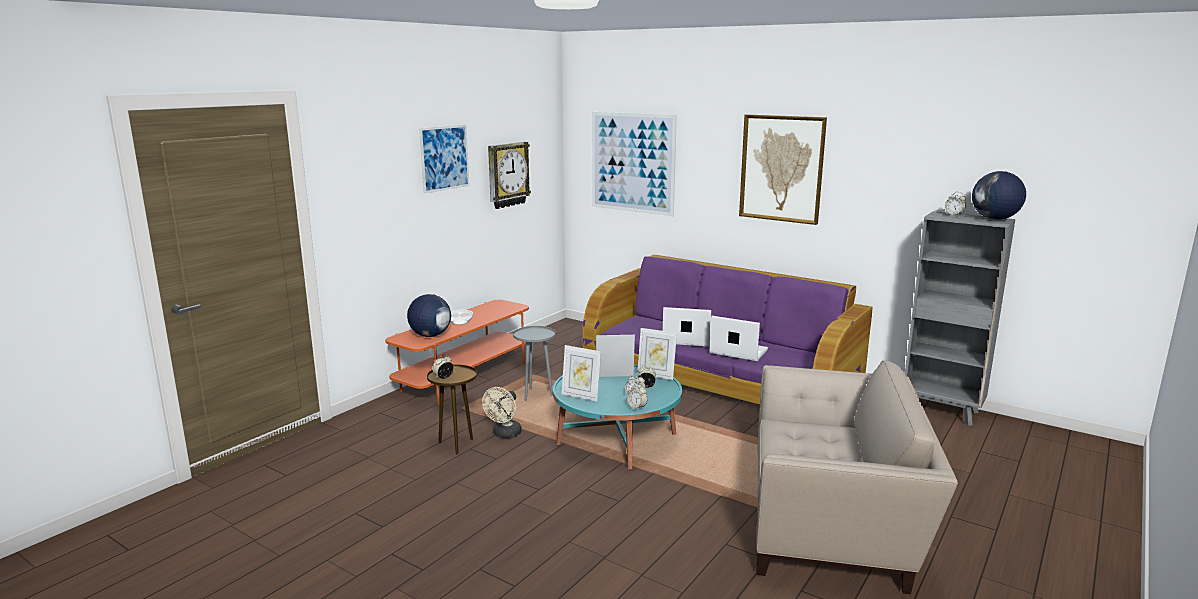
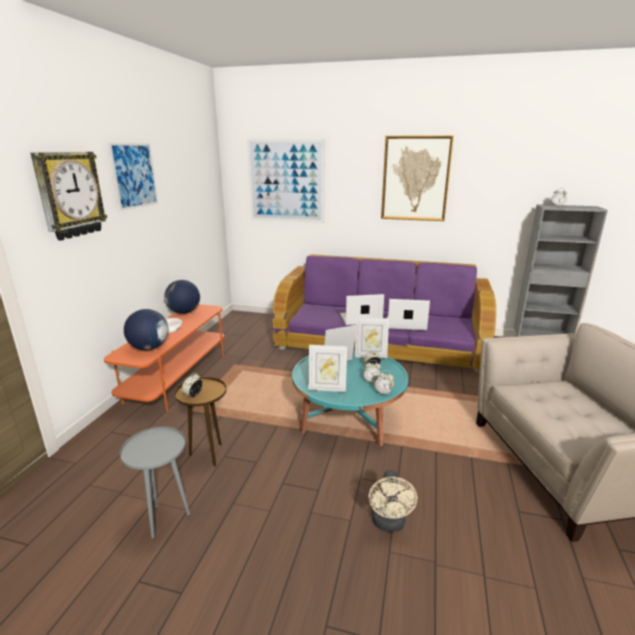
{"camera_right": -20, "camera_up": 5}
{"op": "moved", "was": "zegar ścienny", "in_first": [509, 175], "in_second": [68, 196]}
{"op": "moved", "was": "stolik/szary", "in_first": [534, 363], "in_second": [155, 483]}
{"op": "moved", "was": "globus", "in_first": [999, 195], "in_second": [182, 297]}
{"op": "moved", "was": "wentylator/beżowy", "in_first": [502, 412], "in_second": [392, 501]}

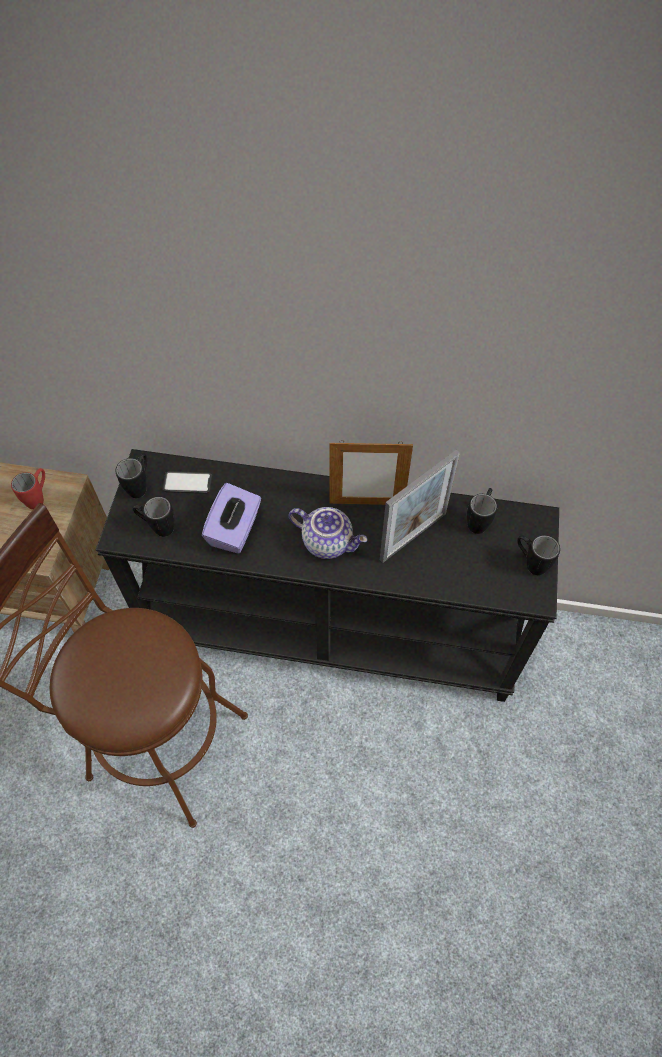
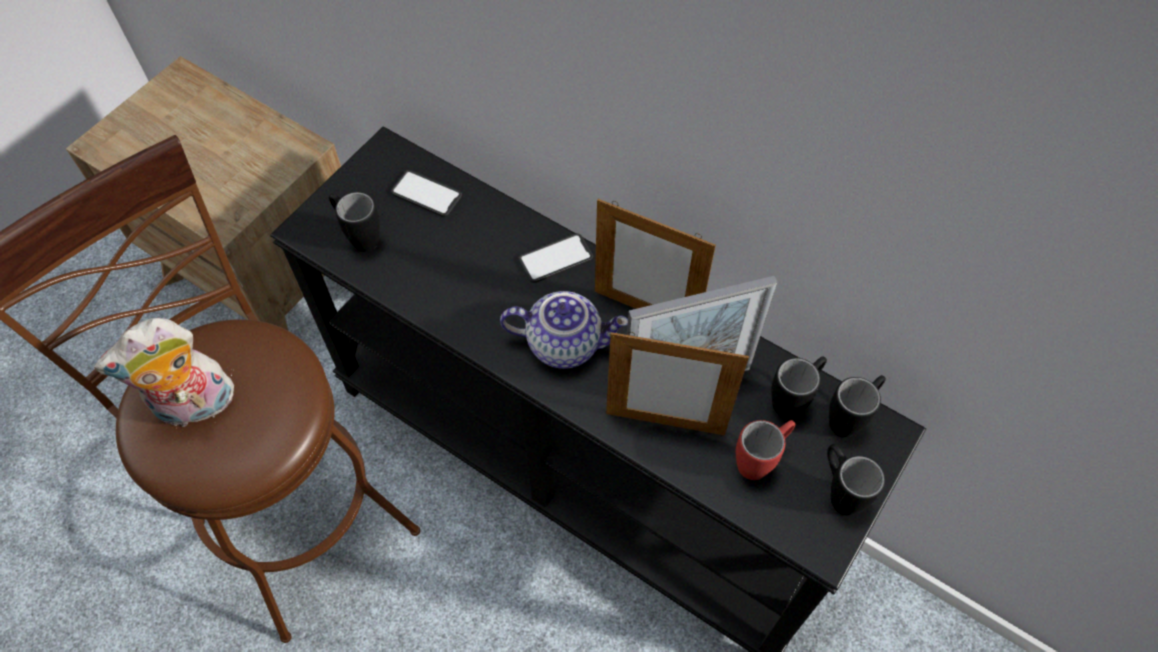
{"camera_right": 25, "camera_up": 0}
{"op": "added", "now": "pluszak", "in_second": [164, 372]}
{"op": "turned", "was": "imbryk", "in_first": [328, 533], "in_second": [564, 330], "clockwise": -45}
{"op": "added", "now": "telefon", "in_second": [555, 258]}
{"op": "added", "now": "ramka na zdjęcie", "in_second": [677, 383]}
{"op": "moved", "was": "kubek/czerwony", "in_first": [28, 488], "in_second": [765, 450]}
{"op": "moved", "was": "kubek/czarny", "in_first": [131, 475], "in_second": [857, 406]}
{"op": "removed", "was": "pudełko chusteczek/fioletowy", "in_first": [231, 518]}

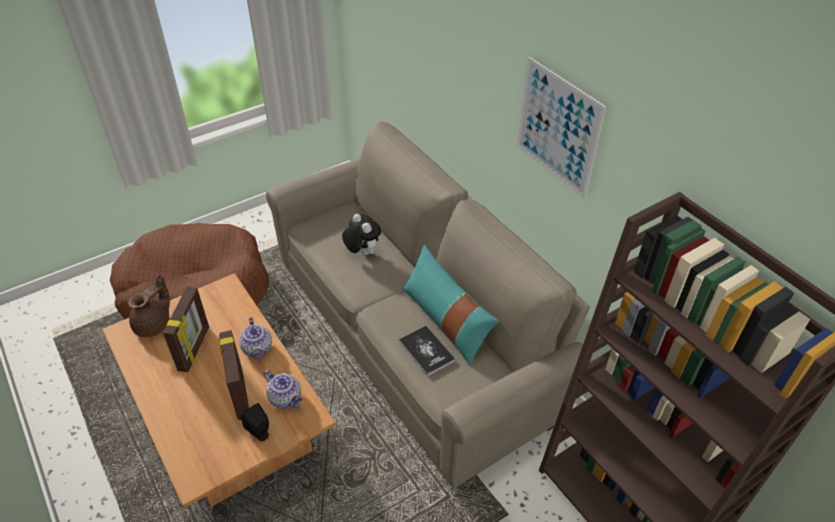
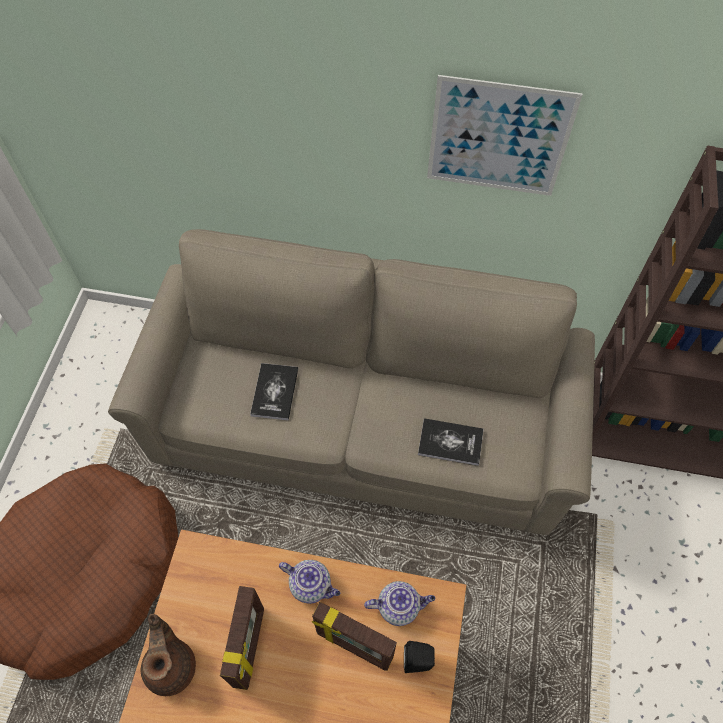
{"camera_right": -45, "camera_up": 15}
{"op": "turned", "was": "ramka na zdjęcie", "in_first": [186, 329], "in_second": [242, 638], "clockwise": 45}
{"op": "replaced", "was": "pluszak", "now": "książka", "in_first": [361, 234], "in_second": [274, 391]}
{"op": "removed", "was": "poduszka/turkusowy", "in_first": [450, 305]}

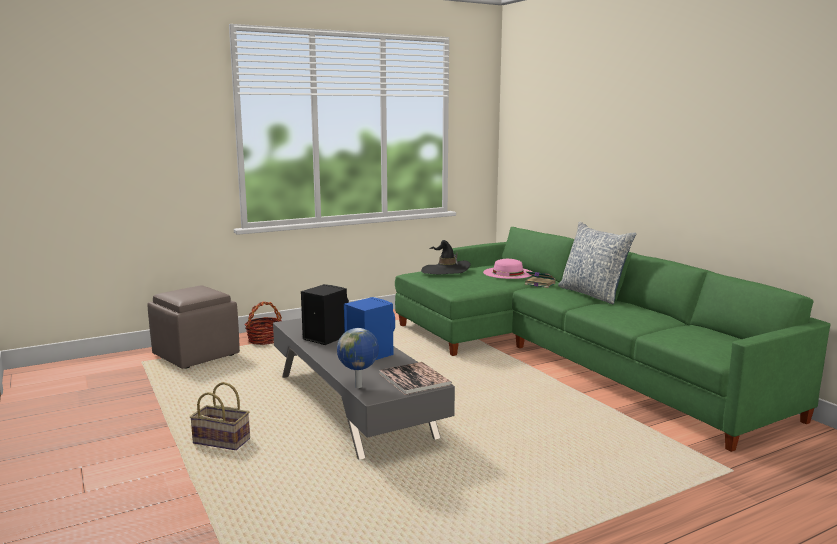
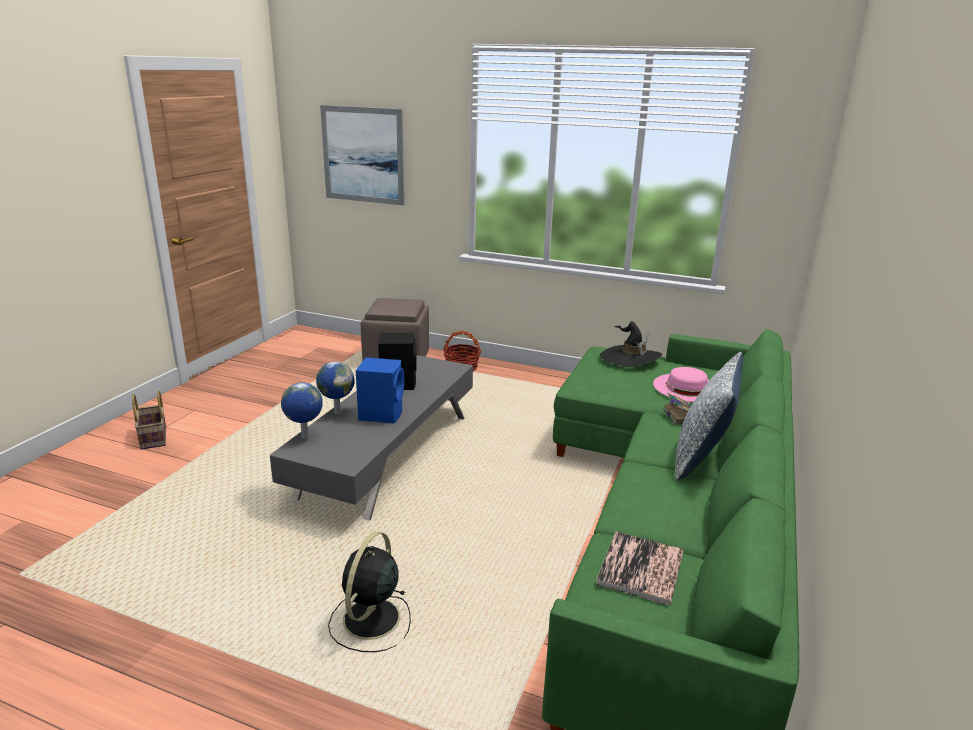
{"camera_right": 50, "camera_up": 10}
{"op": "moved", "was": "koszyk", "in_first": [220, 416], "in_second": [149, 420]}
{"op": "added", "now": "globus", "in_second": [335, 388]}
{"op": "added", "now": "obraz", "in_second": [362, 155]}
{"op": "added", "now": "wentylator/czarny", "in_second": [369, 592]}
{"op": "moved", "was": "książka", "in_first": [415, 378], "in_second": [639, 568]}

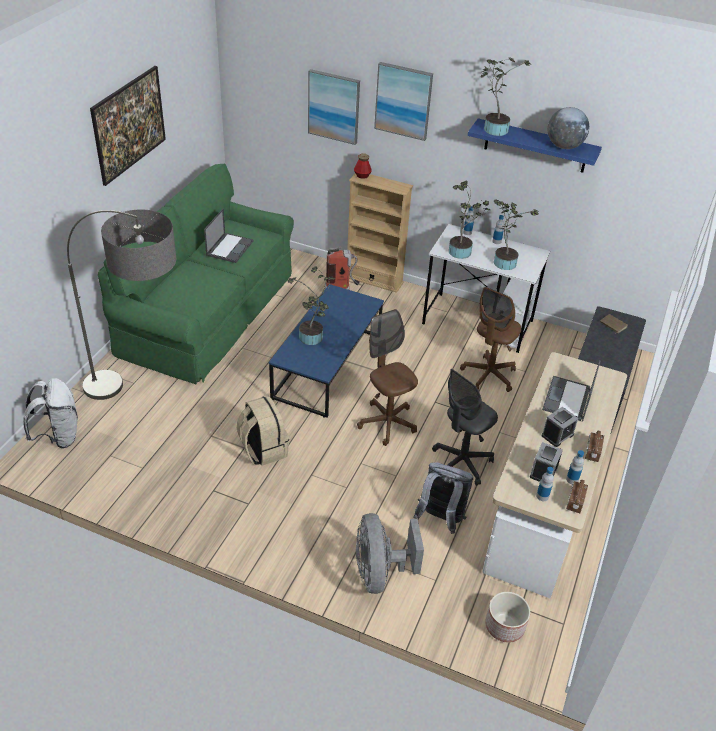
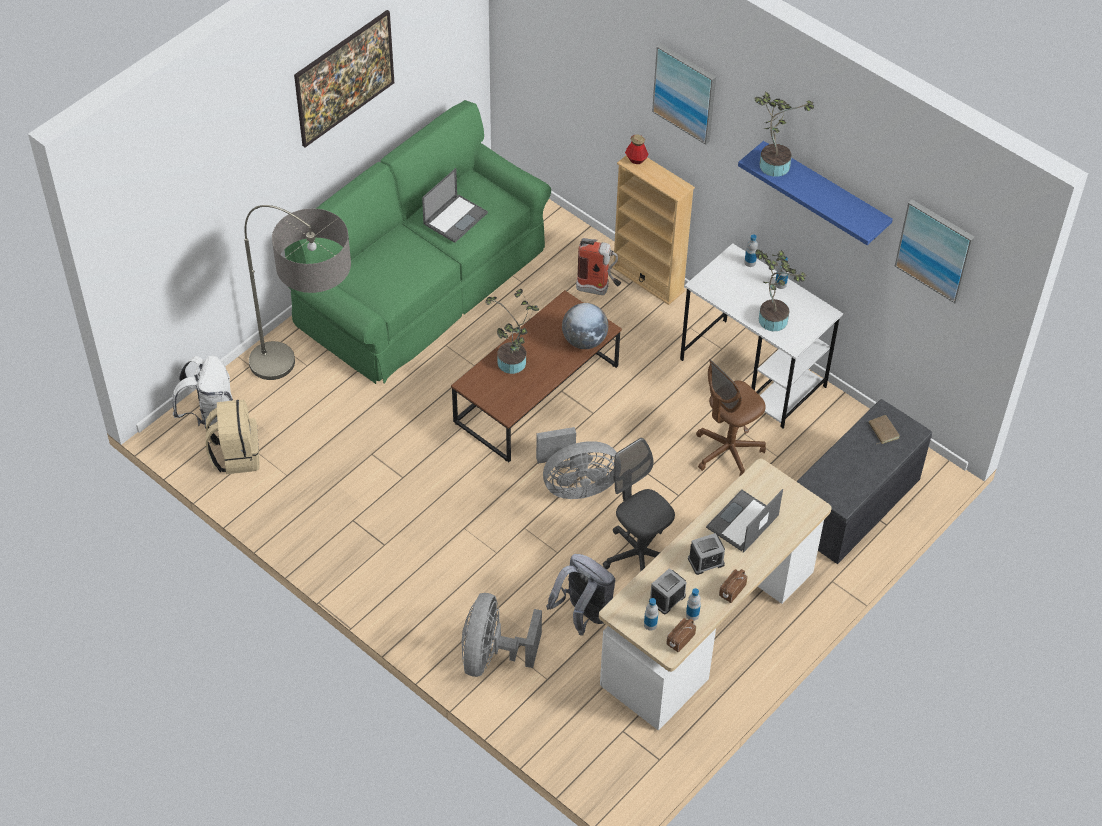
{"camera_right": 20, "camera_up": 10}
{"op": "moved", "was": "plecak/beżowy", "in_first": [263, 431], "in_second": [233, 436]}
{"op": "recoloured", "was": "ława/niebieski", "now": "ława/brązowy", "in_first": [326, 351], "in_second": [536, 376]}
{"op": "replaced", "was": "krzesło biurowe/brązowy", "now": "wentylator/szary", "in_first": [387, 377], "in_second": [576, 463]}
{"op": "moved", "was": "globus", "in_first": [568, 128], "in_second": [585, 326]}
{"op": "turned", "was": "krzesło biurowe/szary", "in_first": [465, 427], "in_second": [639, 504], "clockwise": 75}
{"op": "moved", "was": "obraz", "in_first": [334, 107], "in_second": [935, 251]}
{"op": "removed", "was": "roślina doniczkowa", "in_first": [469, 220]}
{"op": "removed", "was": "donica", "in_first": [507, 617]}

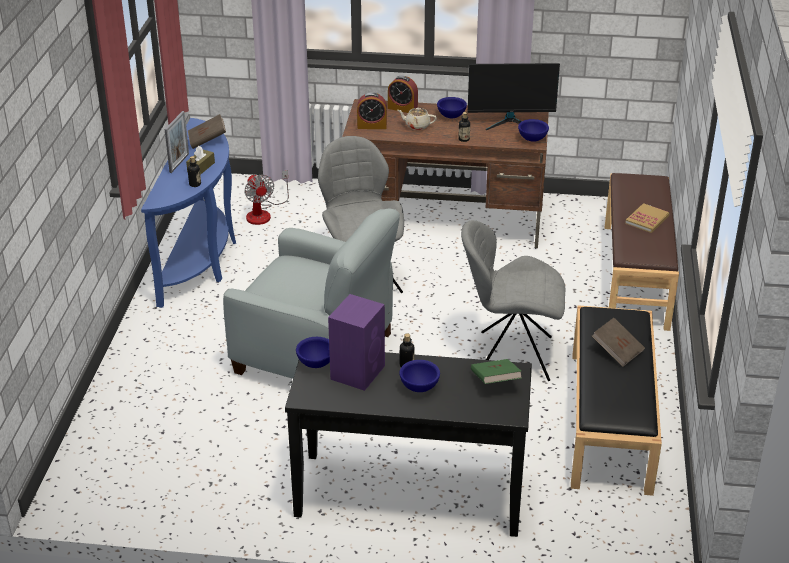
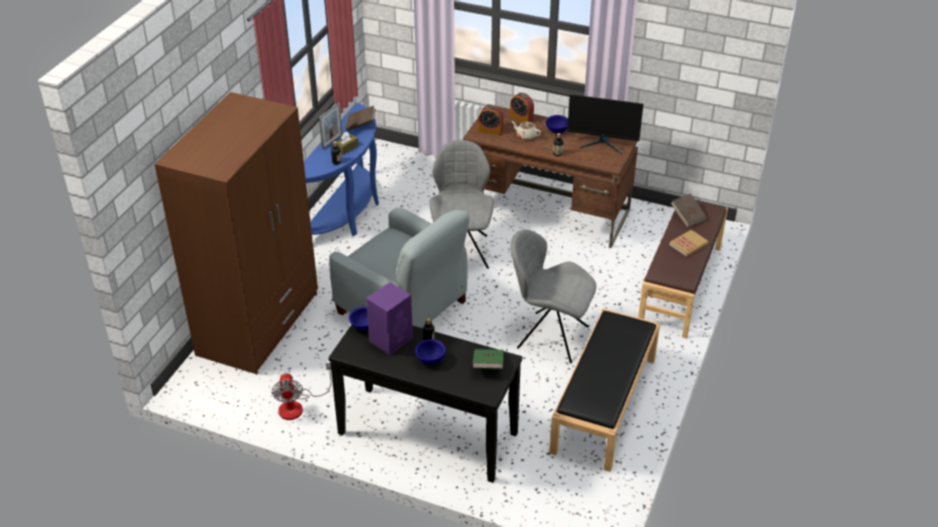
{"camera_right": 15, "camera_up": 5}
{"op": "added", "now": "szafa/brązowy", "in_second": [236, 233]}
{"op": "moved", "was": "wentylator", "in_first": [266, 197], "in_second": [301, 391]}
{"op": "moved", "was": "książka/brązowy", "in_first": [618, 342], "in_second": [689, 210]}
{"op": "removed", "was": "miska/niebieski", "in_first": [533, 130]}

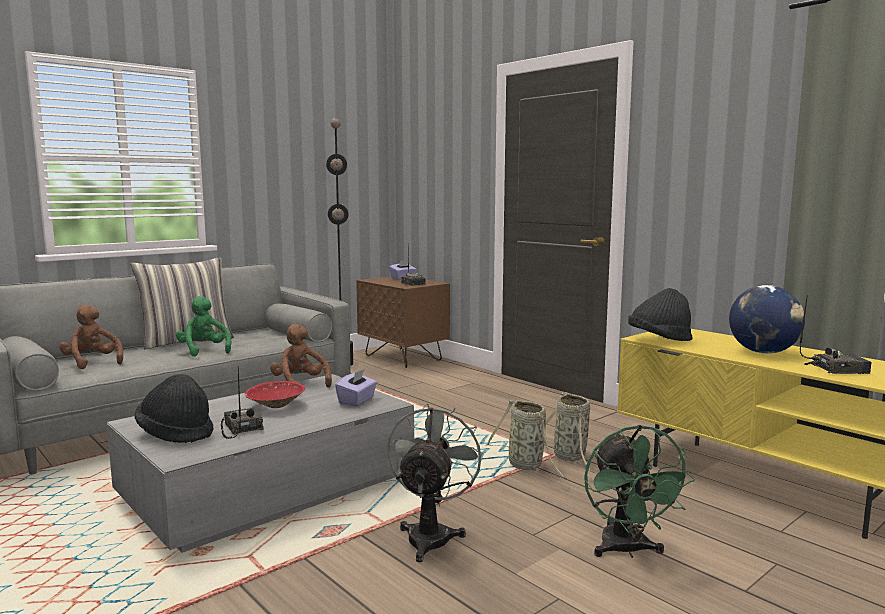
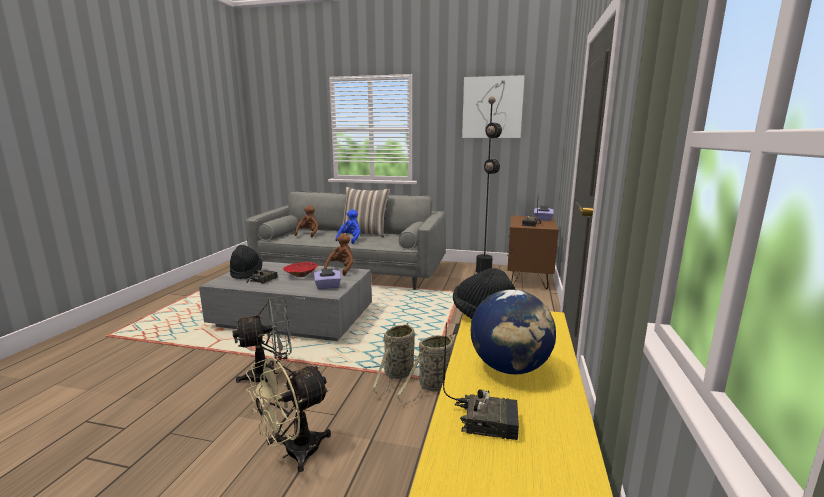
{"camera_right": 55, "camera_up": 5}
{"op": "recoloured", "was": "wentylator/zielony", "now": "wentylator/beżowy", "in_first": [639, 491], "in_second": [288, 414]}
{"op": "recoloured", "was": "pluszak/zielony", "now": "pluszak/niebieski", "in_first": [203, 326], "in_second": [347, 226]}
{"op": "turned", "was": "radio", "in_first": [836, 334], "in_second": [481, 381], "clockwise": -45}
{"op": "added", "now": "obraz", "in_second": [493, 106]}

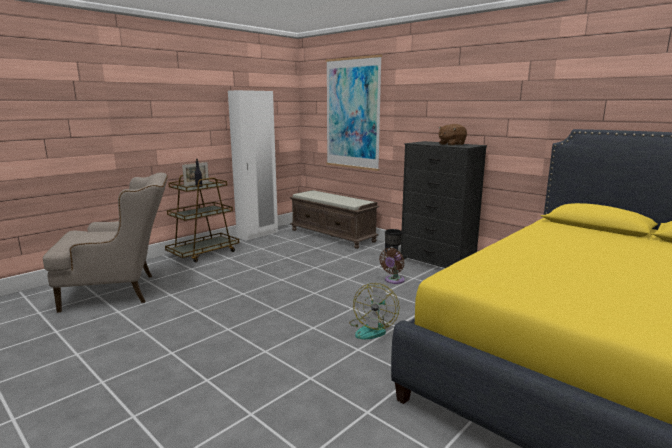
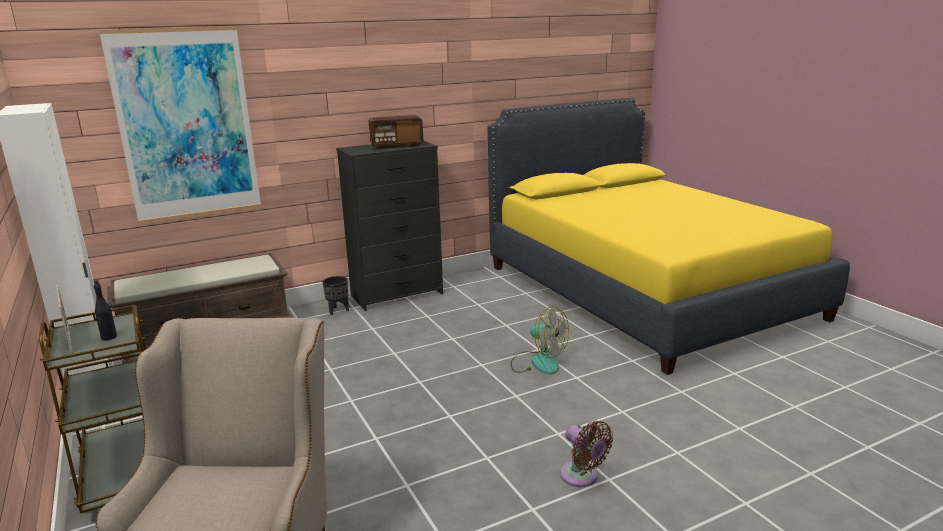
{"camera_right": -70, "camera_up": 5}
{"op": "replaced", "was": "pluszak/brązowy", "now": "radio", "in_first": [453, 135], "in_second": [396, 132]}
{"op": "moved", "was": "wentylator/brązowy", "in_first": [392, 266], "in_second": [586, 454]}

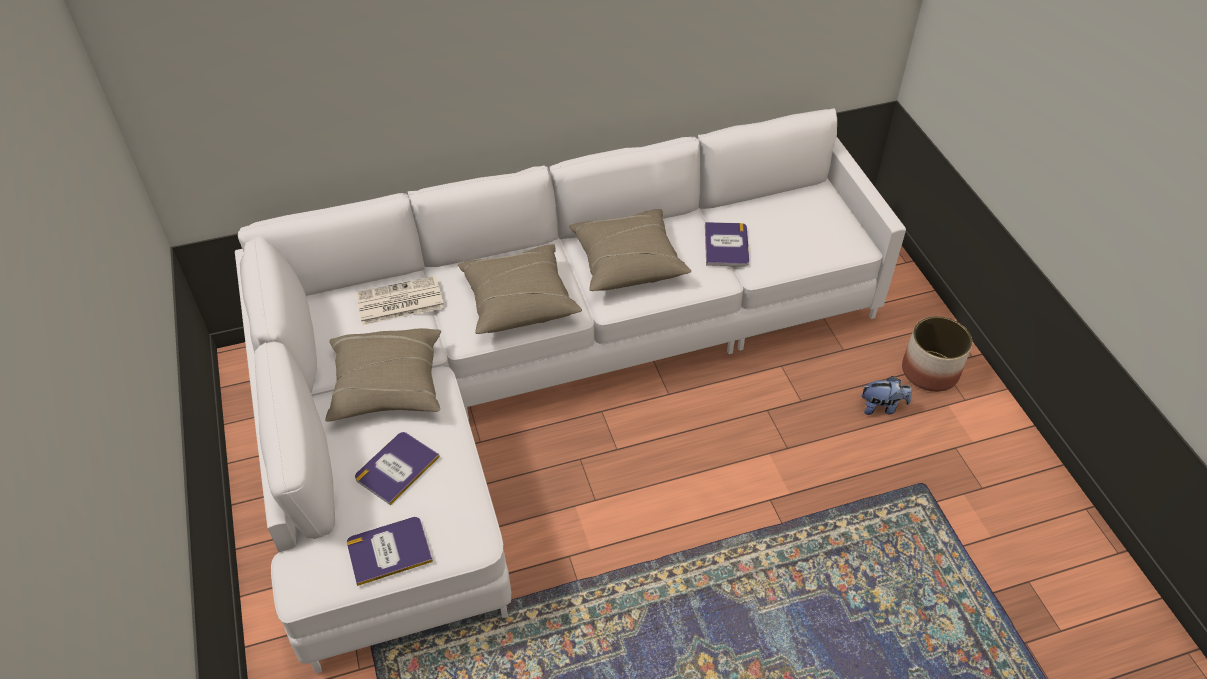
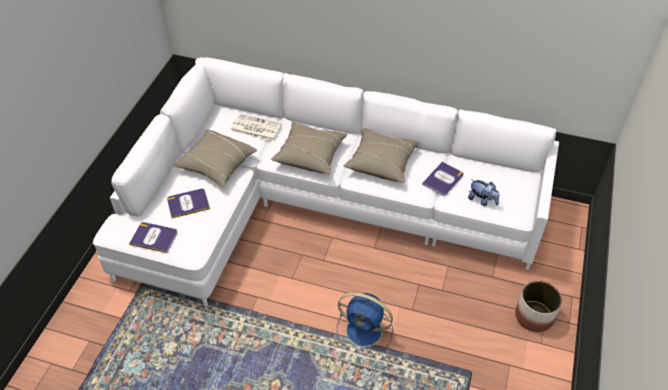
{"camera_right": 35, "camera_up": 0}
{"op": "added", "now": "wentylator/niebieski", "in_second": [365, 322]}
{"op": "moved", "was": "pluszak", "in_first": [887, 395], "in_second": [484, 192]}

